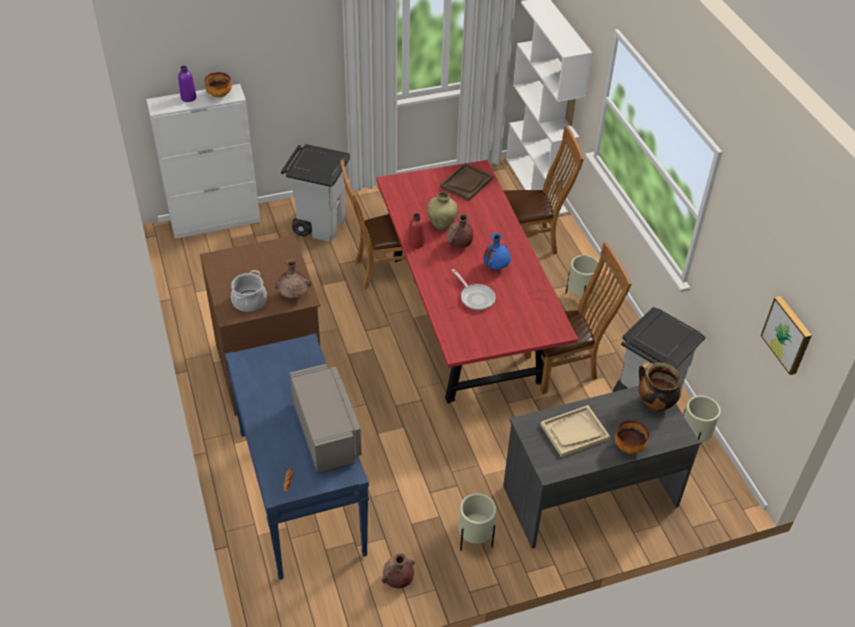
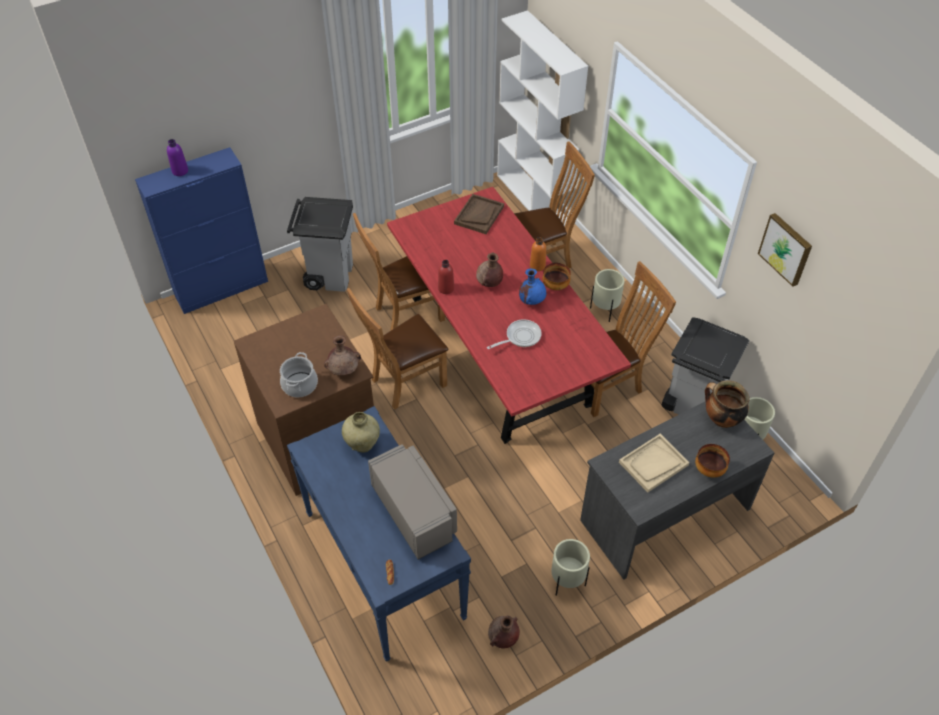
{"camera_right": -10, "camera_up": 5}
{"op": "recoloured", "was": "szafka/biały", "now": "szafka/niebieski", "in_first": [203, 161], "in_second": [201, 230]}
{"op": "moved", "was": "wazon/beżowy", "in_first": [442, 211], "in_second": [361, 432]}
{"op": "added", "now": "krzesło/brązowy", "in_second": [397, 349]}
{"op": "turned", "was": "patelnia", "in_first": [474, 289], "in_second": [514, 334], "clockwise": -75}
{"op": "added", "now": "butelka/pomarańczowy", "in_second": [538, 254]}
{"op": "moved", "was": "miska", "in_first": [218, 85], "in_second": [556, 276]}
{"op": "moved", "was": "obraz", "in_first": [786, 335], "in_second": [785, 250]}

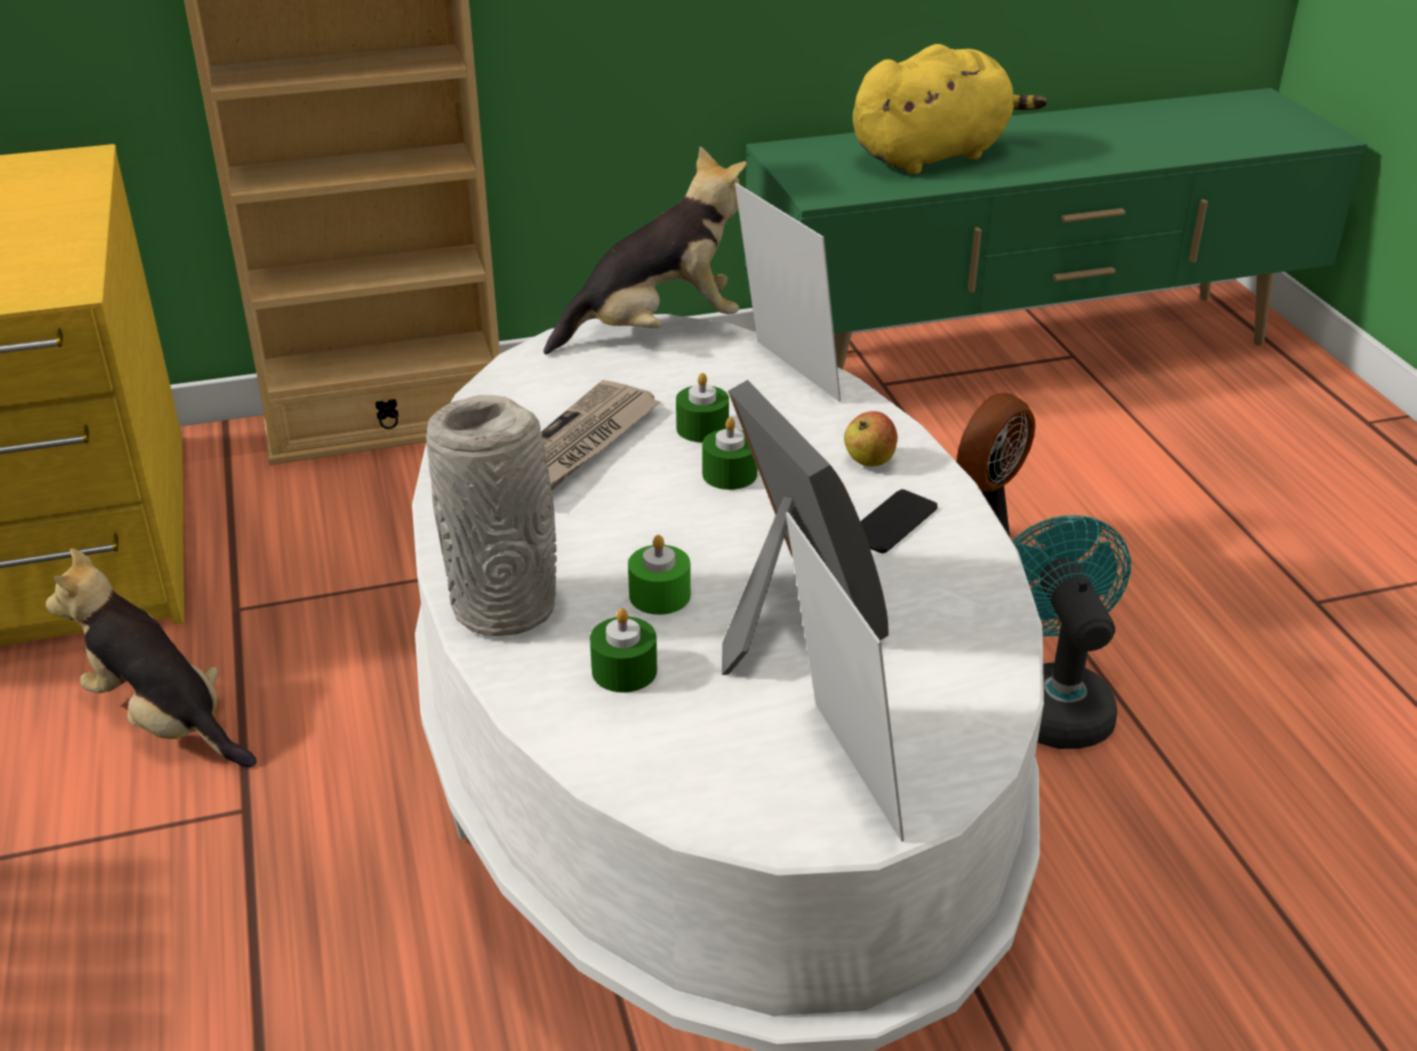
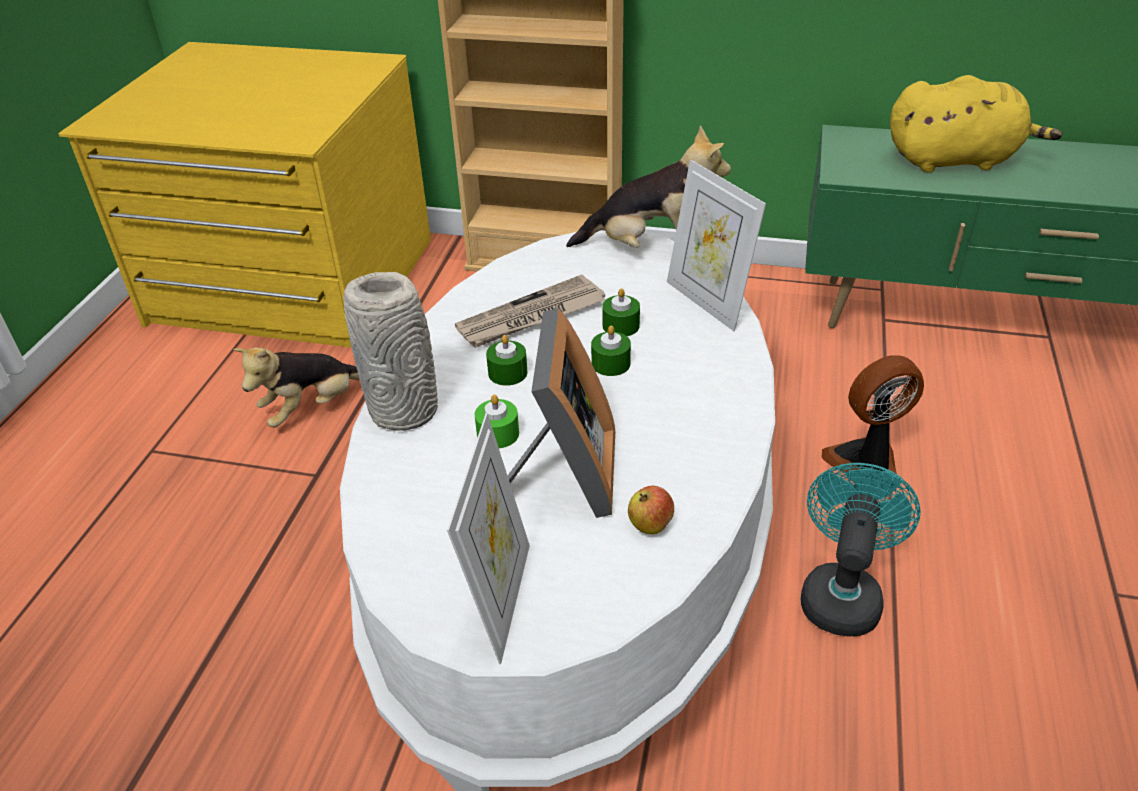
{"camera_right": 30, "camera_up": 5}
{"op": "turned", "was": "pluszak", "in_first": [151, 657], "in_second": [296, 387], "clockwise": -105}
{"op": "moved", "was": "świeca/zielony", "in_first": [623, 650], "in_second": [506, 360]}
{"op": "moved", "was": "jabłko", "in_first": [871, 438], "in_second": [651, 510]}
{"op": "turned", "was": "ramka na zdjęcie", "in_first": [788, 292], "in_second": [716, 245], "clockwise": 150}
{"op": "removed", "was": "telefon", "in_first": [899, 521]}

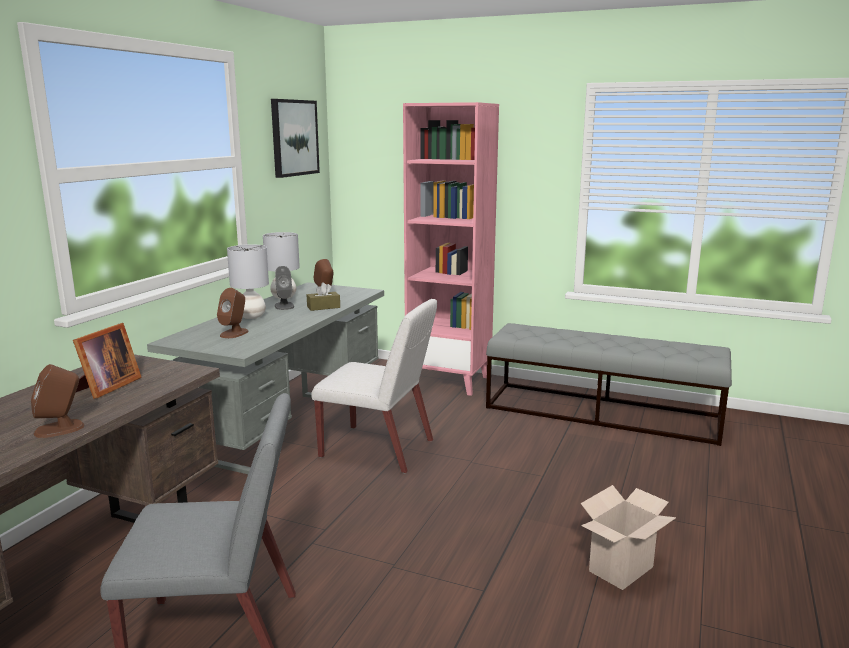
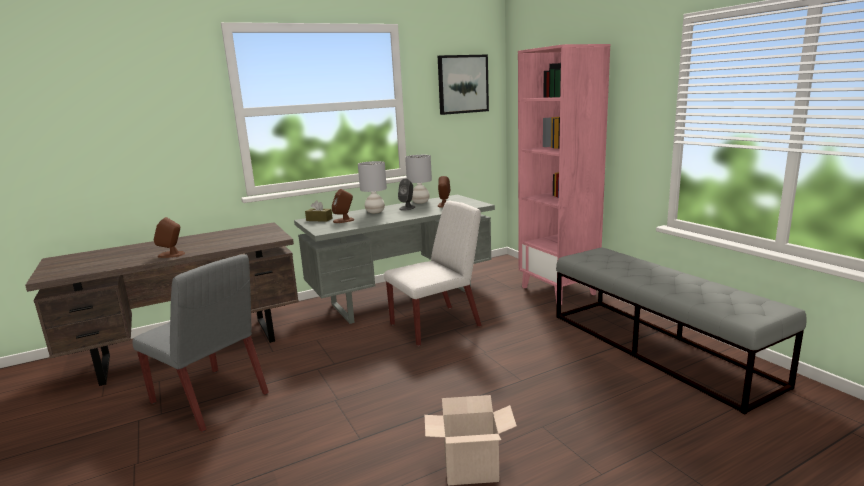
{"camera_right": 40, "camera_up": 0}
{"op": "moved", "was": "pudełko chusteczek/brązowy", "in_first": [323, 296], "in_second": [318, 211]}
{"op": "turned", "was": "krzesło/biały", "in_first": [374, 386], "in_second": [433, 273], "clockwise": -90}
{"op": "removed", "was": "ramka na zdjęcie", "in_first": [107, 361]}

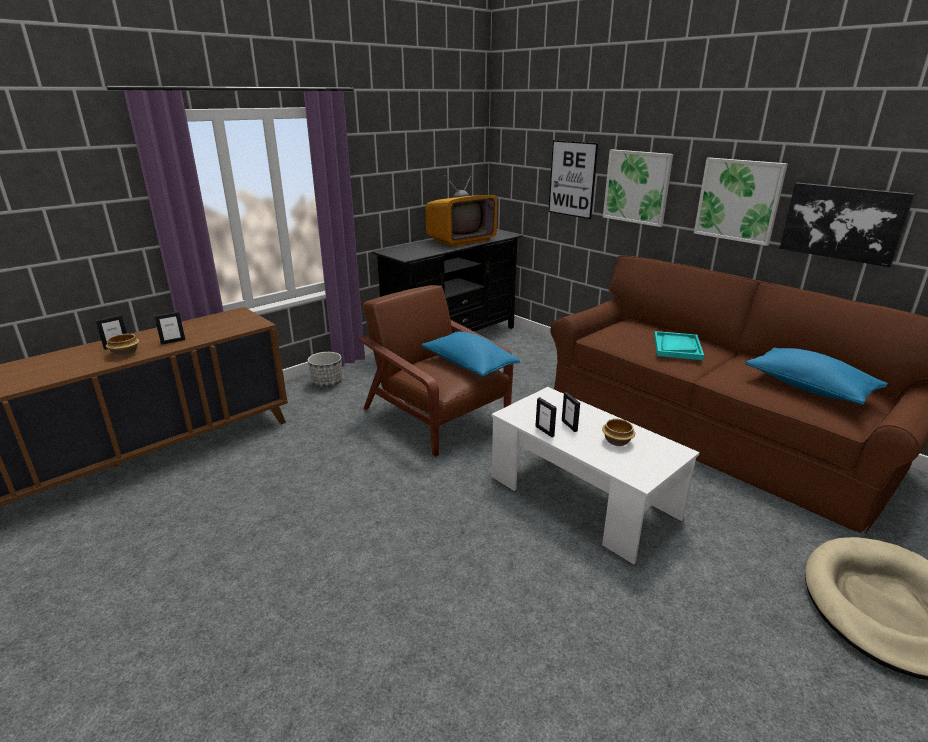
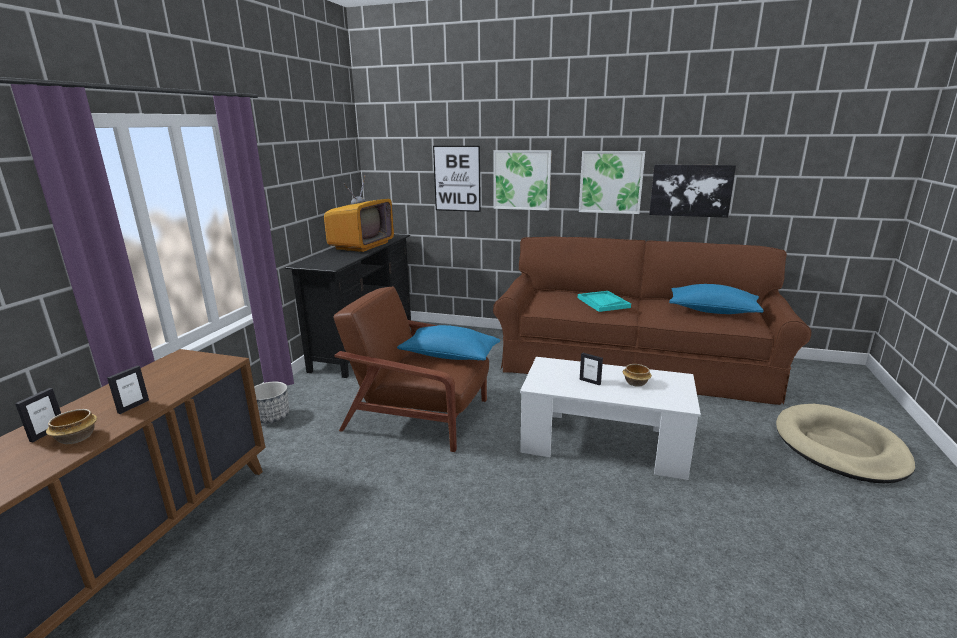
{"camera_right": -30, "camera_up": -5}
{"op": "removed", "was": "ramka na zdjęcie", "in_first": [546, 417]}

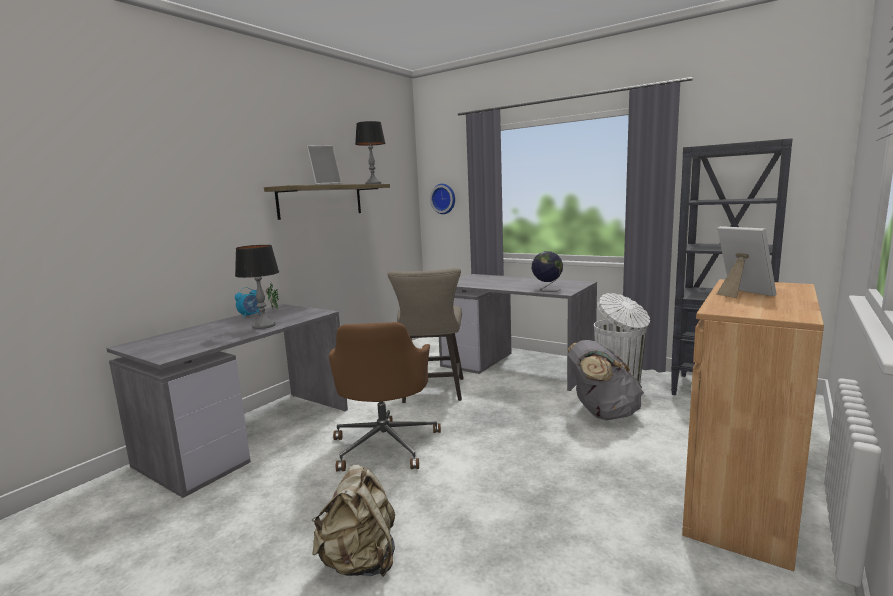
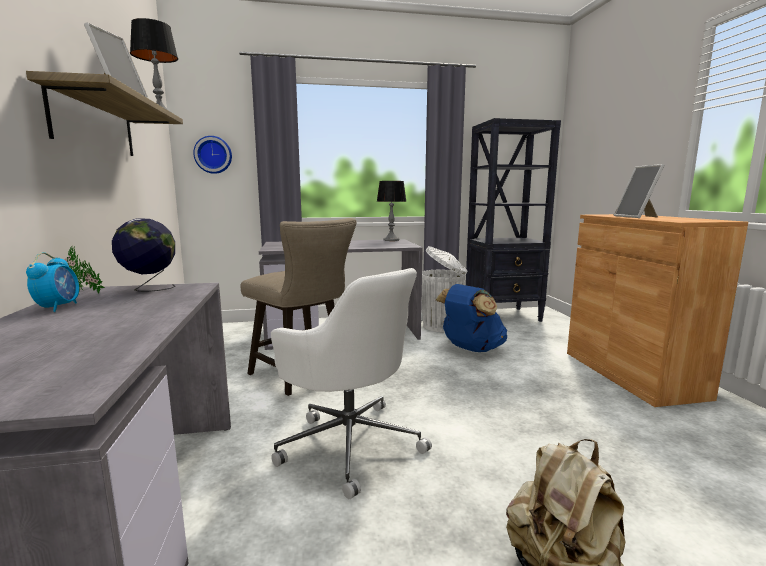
{"camera_right": -45, "camera_up": 0}
{"op": "moved", "was": "globus", "in_first": [547, 271], "in_second": [144, 255]}
{"op": "recoloured", "was": "krzesło biurowe/brązowy", "now": "krzesło biurowe/biały", "in_first": [385, 396], "in_second": [351, 383]}
{"op": "moved", "was": "lampa stołowa", "in_first": [257, 287], "in_second": [392, 211]}
{"op": "recoloured", "was": "plecak/szary", "now": "plecak/niebieski", "in_first": [605, 380], "in_second": [471, 318]}
{"op": "turned", "was": "ramka na zdjęcie", "in_first": [746, 262], "in_second": [639, 191], "clockwise": -120}

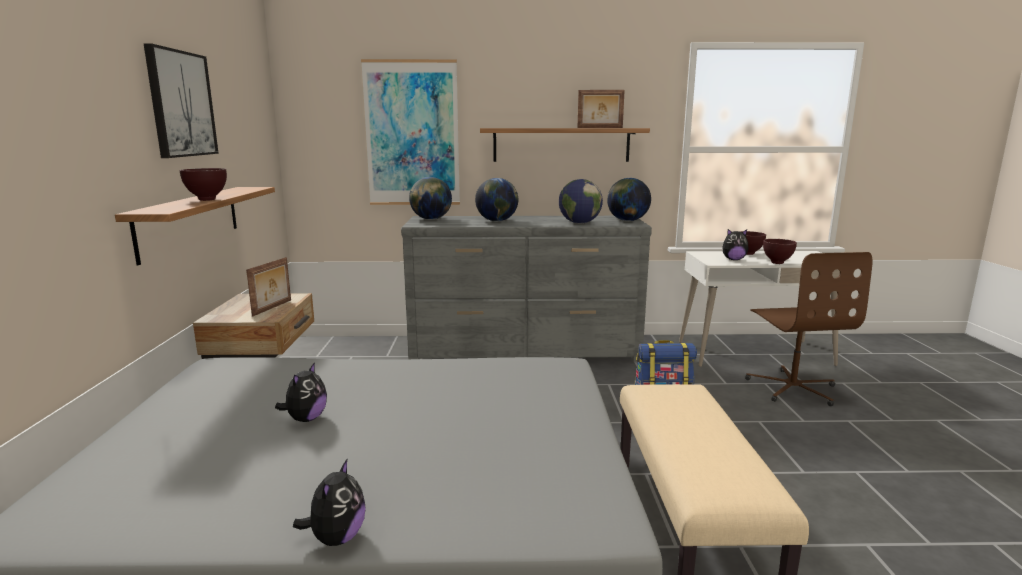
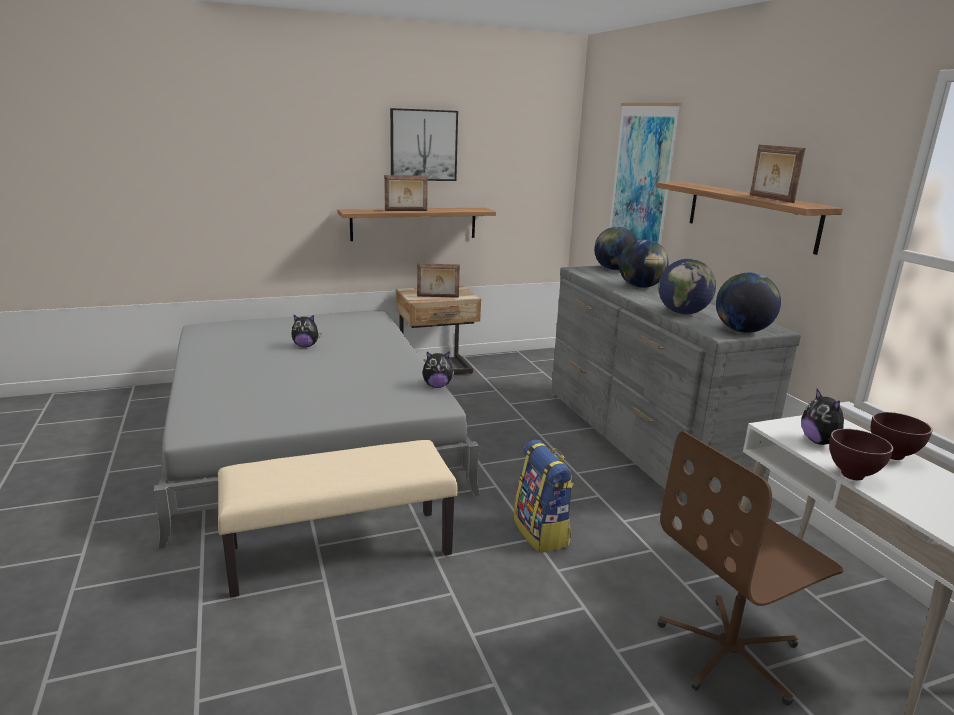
{"camera_right": 70, "camera_up": 5}
{"op": "replaced", "was": "miska/brązowy", "now": "ramka na zdjęcie", "in_first": [203, 184], "in_second": [406, 193]}
{"op": "moved", "was": "pluszak", "in_first": [329, 502], "in_second": [438, 369]}

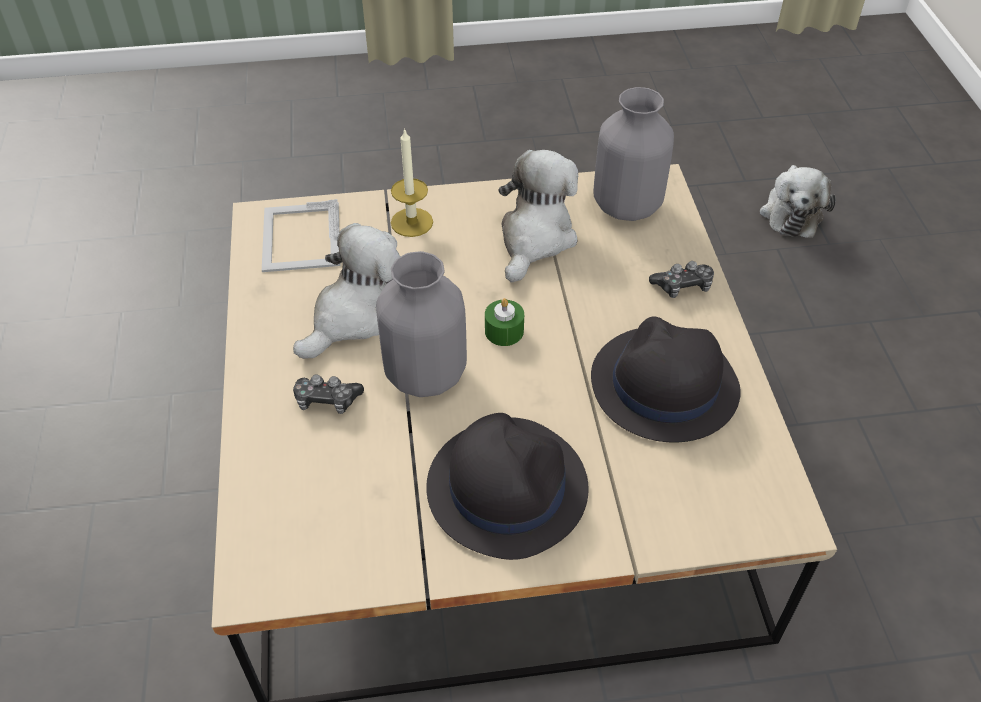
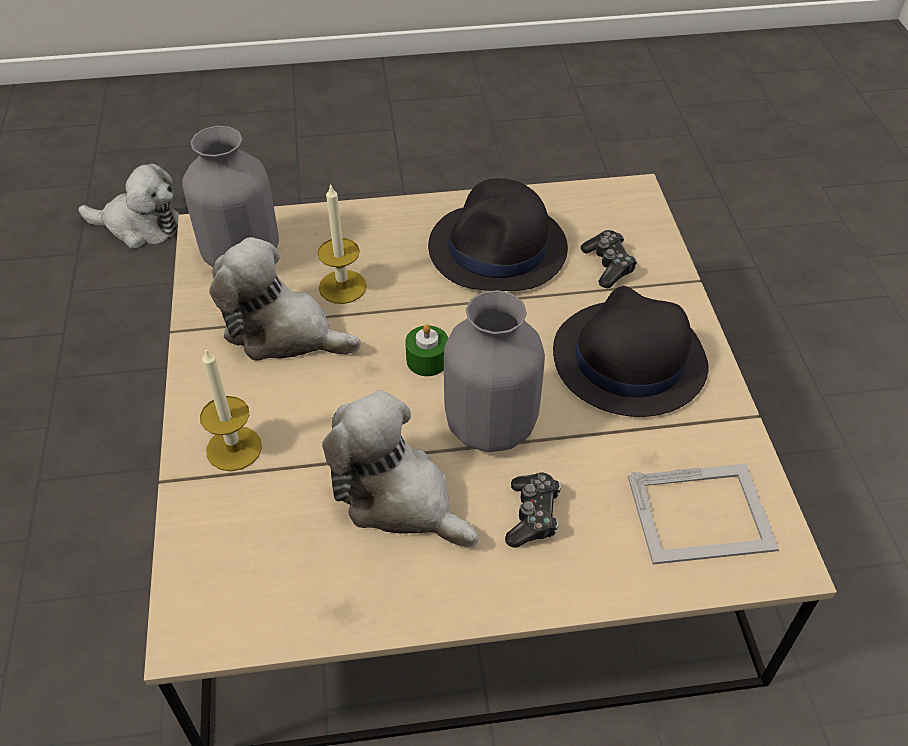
{"camera_right": -90, "camera_up": 0}
{"op": "added", "now": "świeca", "in_second": [342, 243]}
{"op": "moved", "was": "pad do gier", "in_first": [681, 279], "in_second": [609, 259]}
{"op": "moved", "was": "ramka na zdjęcie", "in_first": [301, 235], "in_second": [703, 514]}

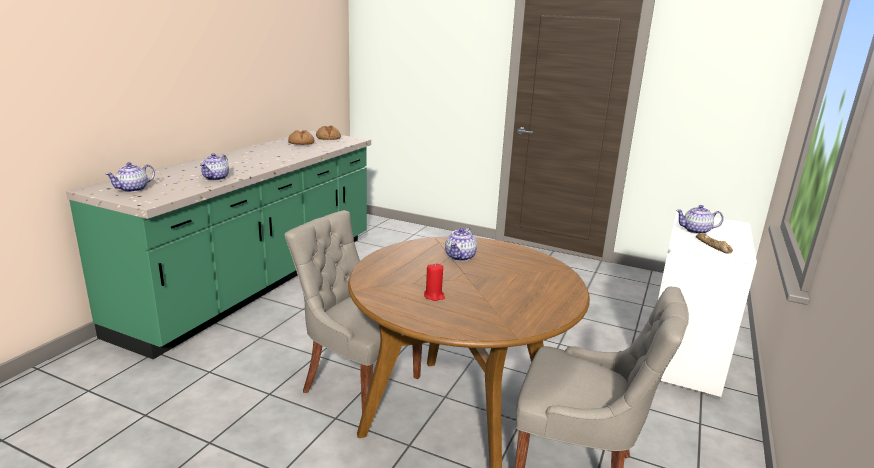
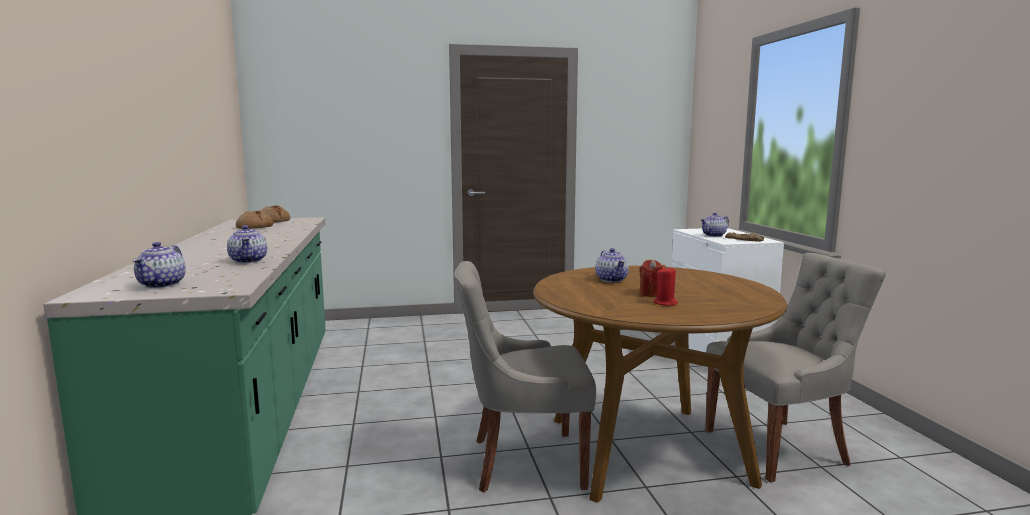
{"camera_right": -35, "camera_up": -10}
{"op": "added", "now": "świeca/czerwony", "in_second": [652, 278]}

